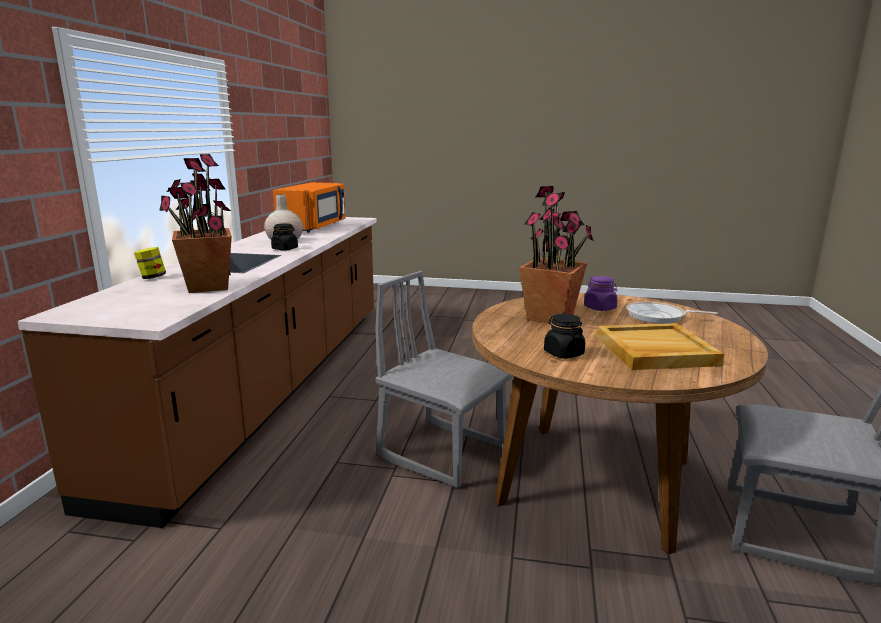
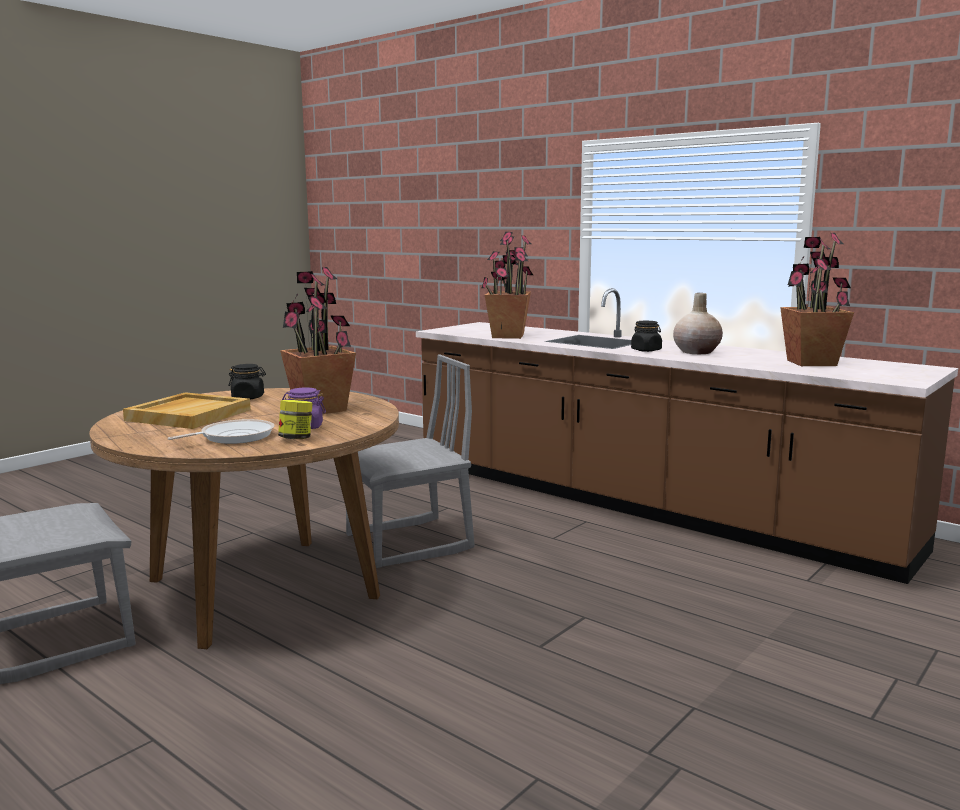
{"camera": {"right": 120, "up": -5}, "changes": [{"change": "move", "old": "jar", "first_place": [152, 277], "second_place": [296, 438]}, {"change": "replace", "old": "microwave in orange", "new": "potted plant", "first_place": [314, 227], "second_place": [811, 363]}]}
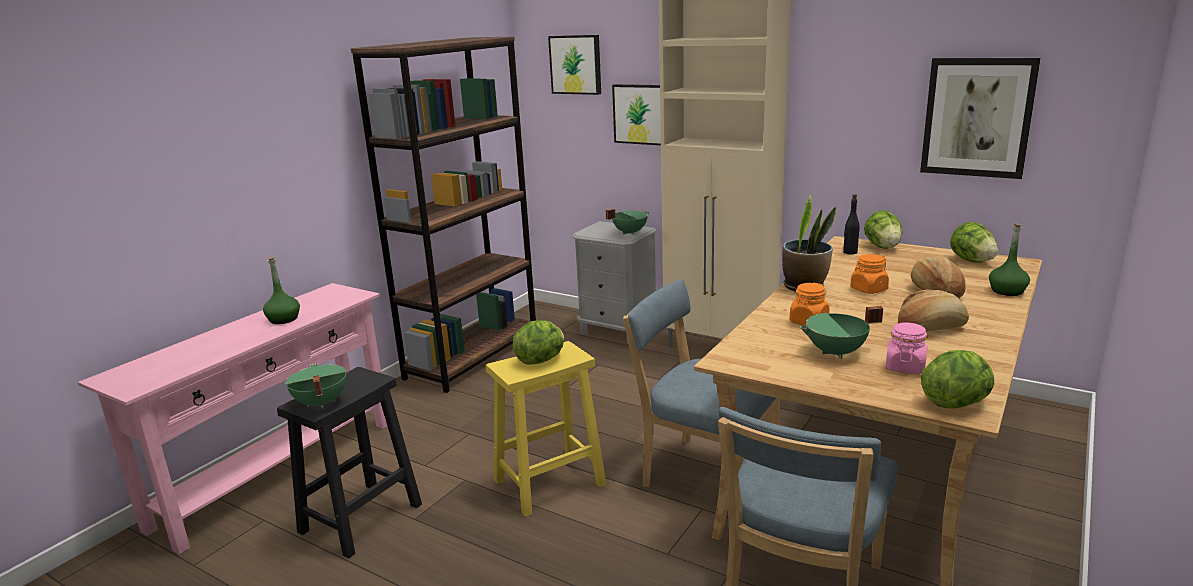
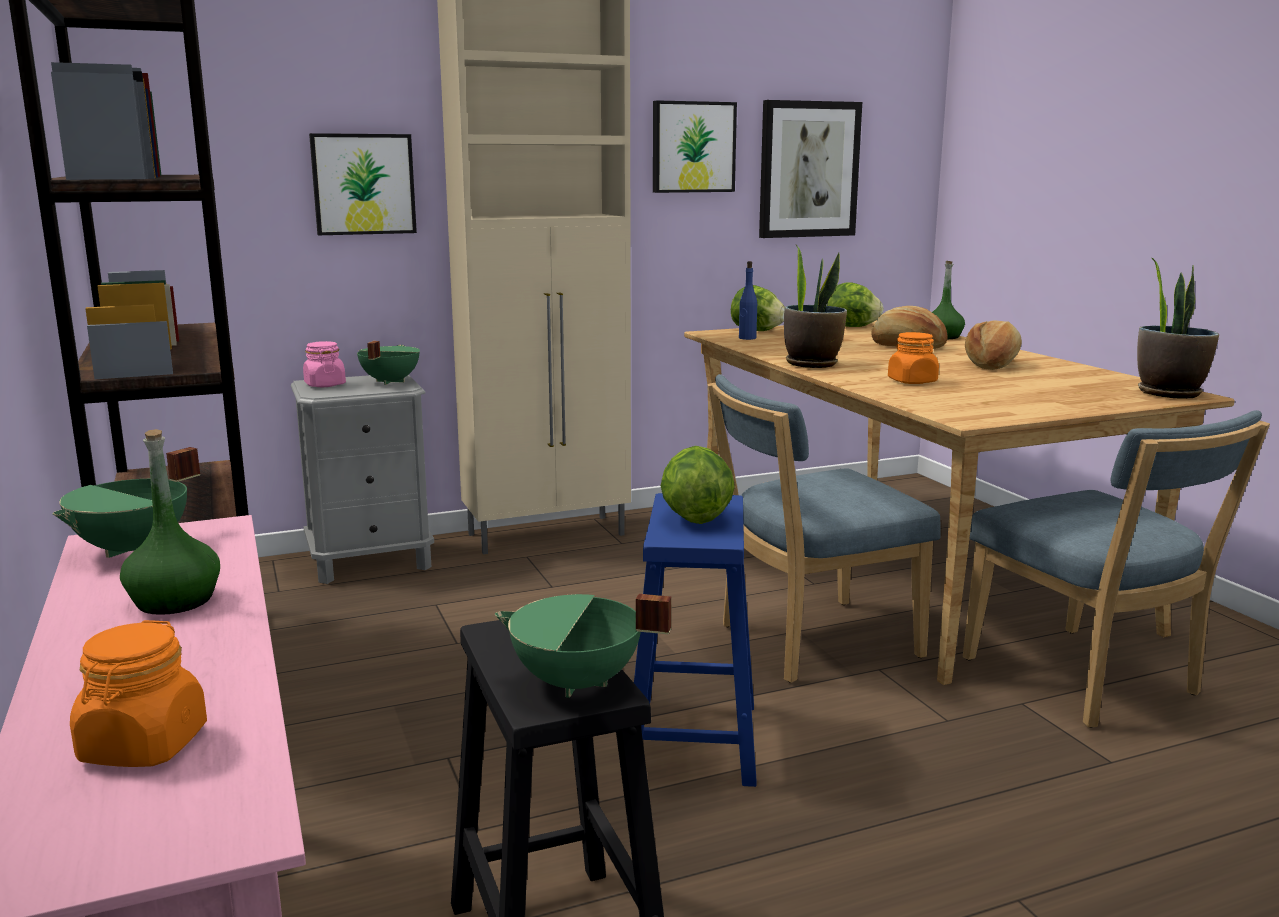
{"camera": {"right": -55, "up": -5}, "changes": [{"change": "move", "old": "picture", "first_place": [576, 64], "second_place": [692, 147]}, {"change": "move", "old": "cooking pot in green", "first_place": [836, 353], "second_place": [134, 549]}, {"change": "move", "old": "jar in orange", "first_place": [868, 289], "second_place": [143, 746]}, {"change": "move", "old": "jar in pink", "first_place": [905, 367], "second_place": [325, 385]}, {"change": "replace", "old": "lettuce", "new": "potted plant", "first_place": [956, 403], "second_place": [1168, 393]}, {"change": "recolor", "old": "stool in yellow", "new": "stool in blue", "first_place": [551, 482], "second_place": [692, 738]}, {"change": "recolor", "old": "bottle in black", "new": "bottle in blue", "first_place": [850, 252], "second_place": [747, 338]}]}
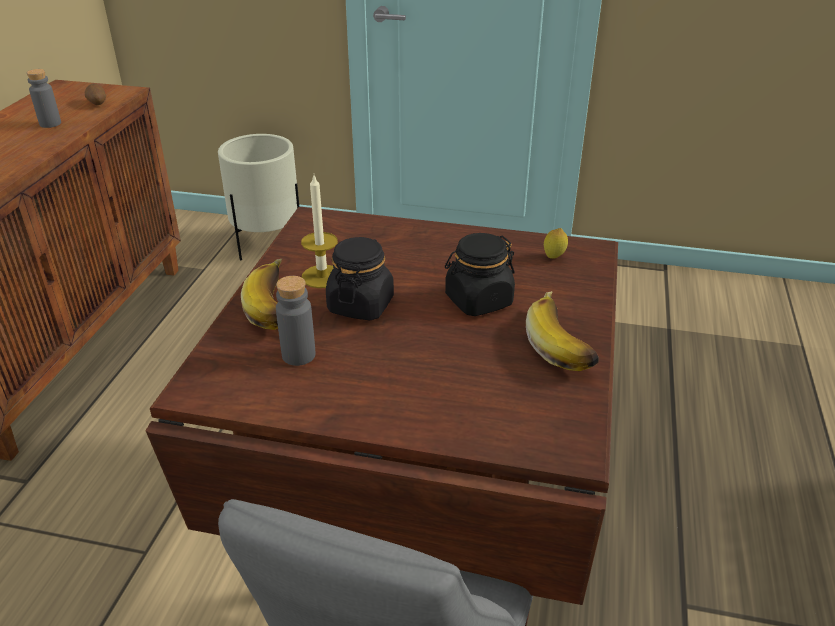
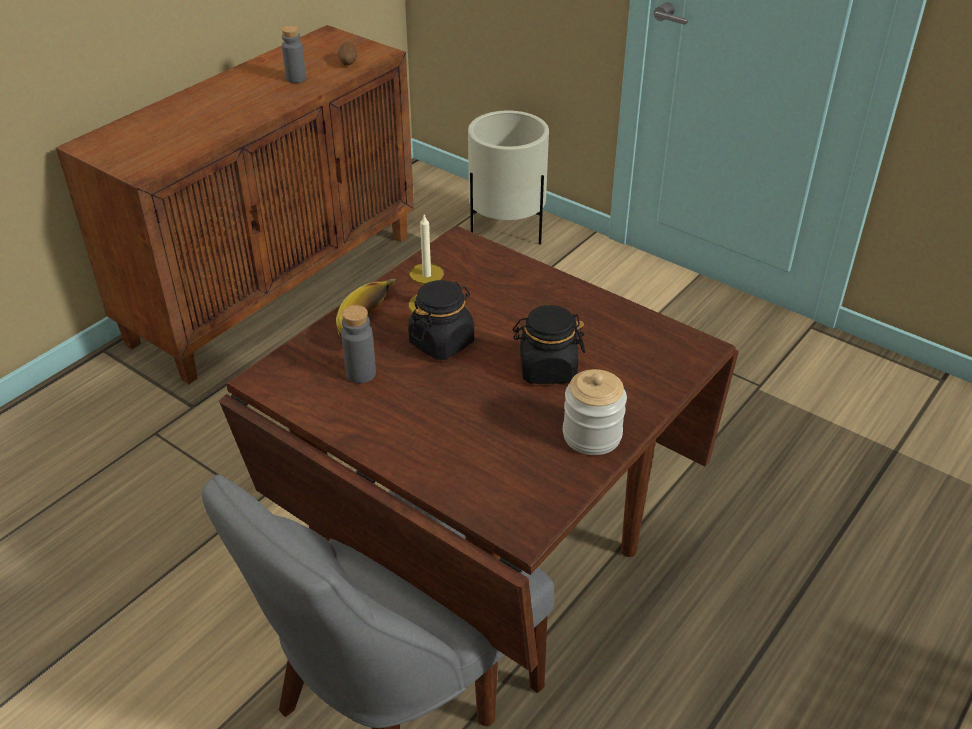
{"camera": {"right": 25, "up": 5}, "changes": [{"change": "delete", "old": "lemon", "first_place": [554, 257]}, {"change": "replace", "old": "banana", "new": "jar", "first_place": [564, 345], "second_place": [592, 435]}]}
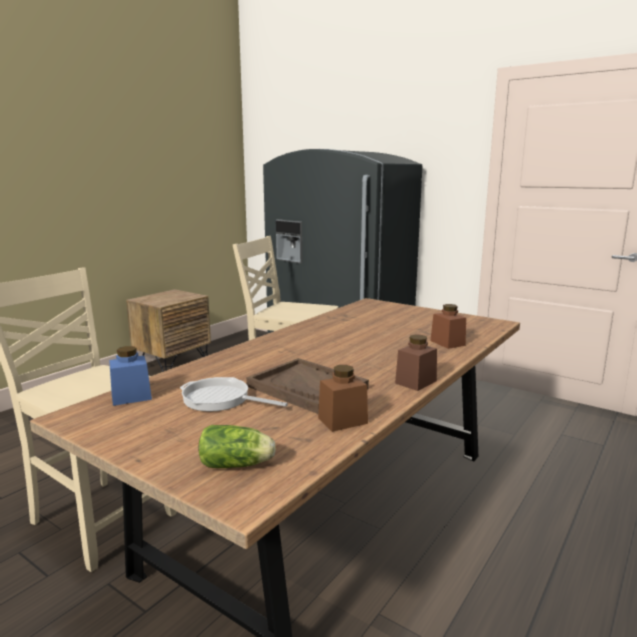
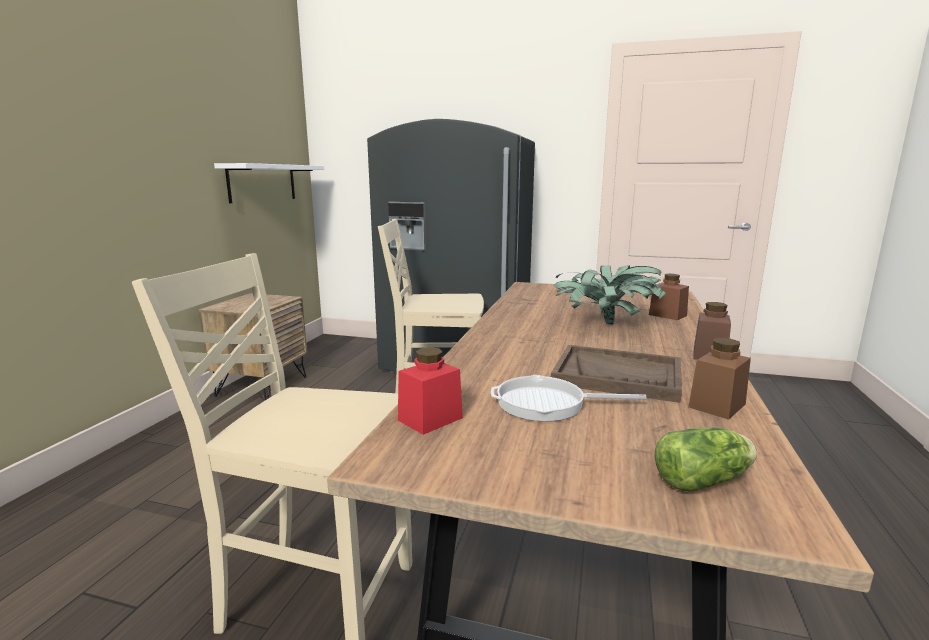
{"camera": {"right": -20, "up": 0}, "changes": [{"change": "insert", "new": "shelf in white", "second_place": [262, 183]}, {"change": "insert", "new": "potted plant", "second_place": [605, 325]}, {"change": "recolor", "old": "jar in blue", "new": "jar in red", "first_place": [131, 397], "second_place": [430, 419]}]}
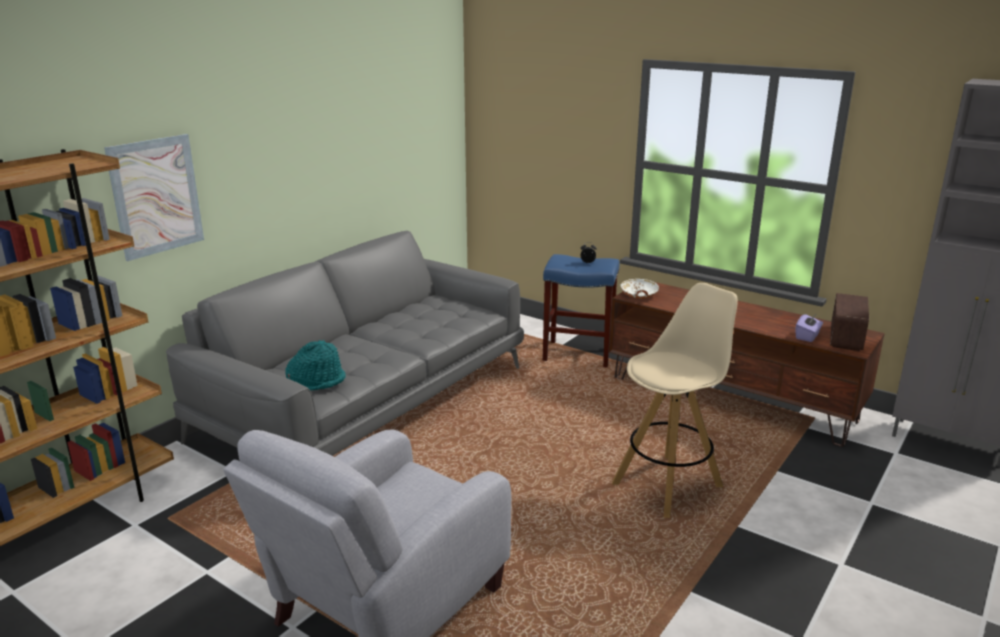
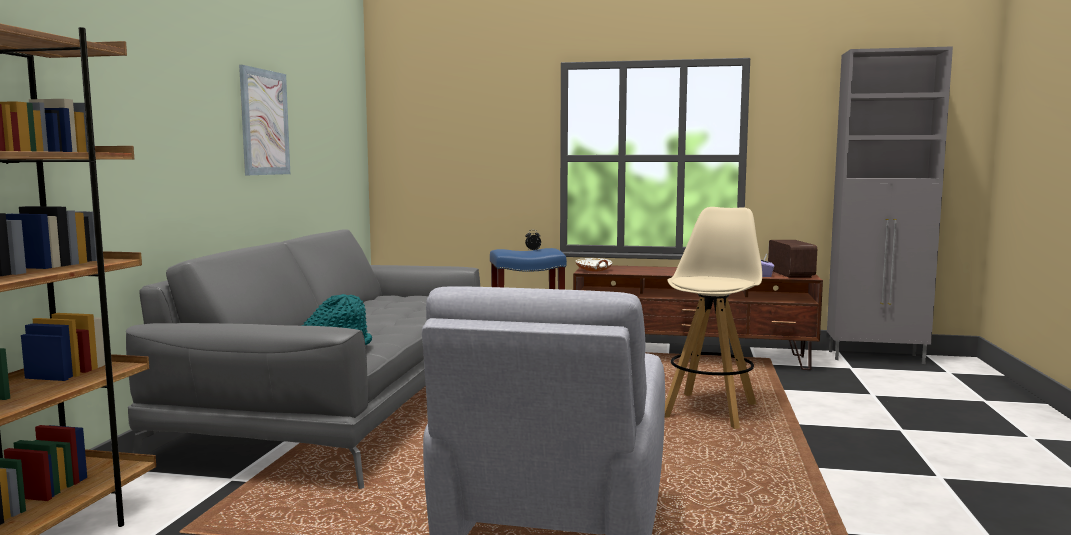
{"camera": {"right": -25, "up": -15}, "changes": [{"change": "move", "old": "picture", "first_place": [156, 196], "second_place": [264, 122]}]}
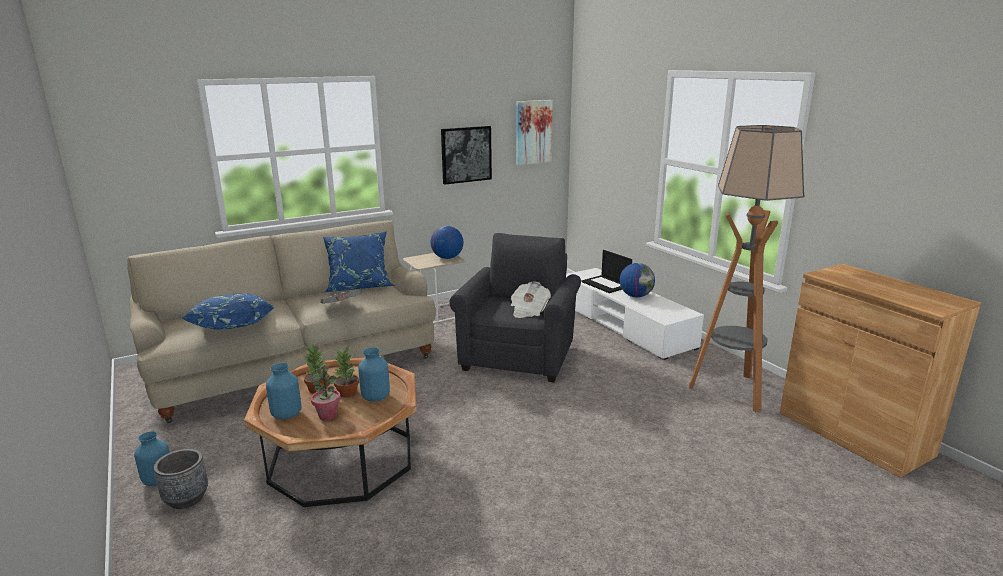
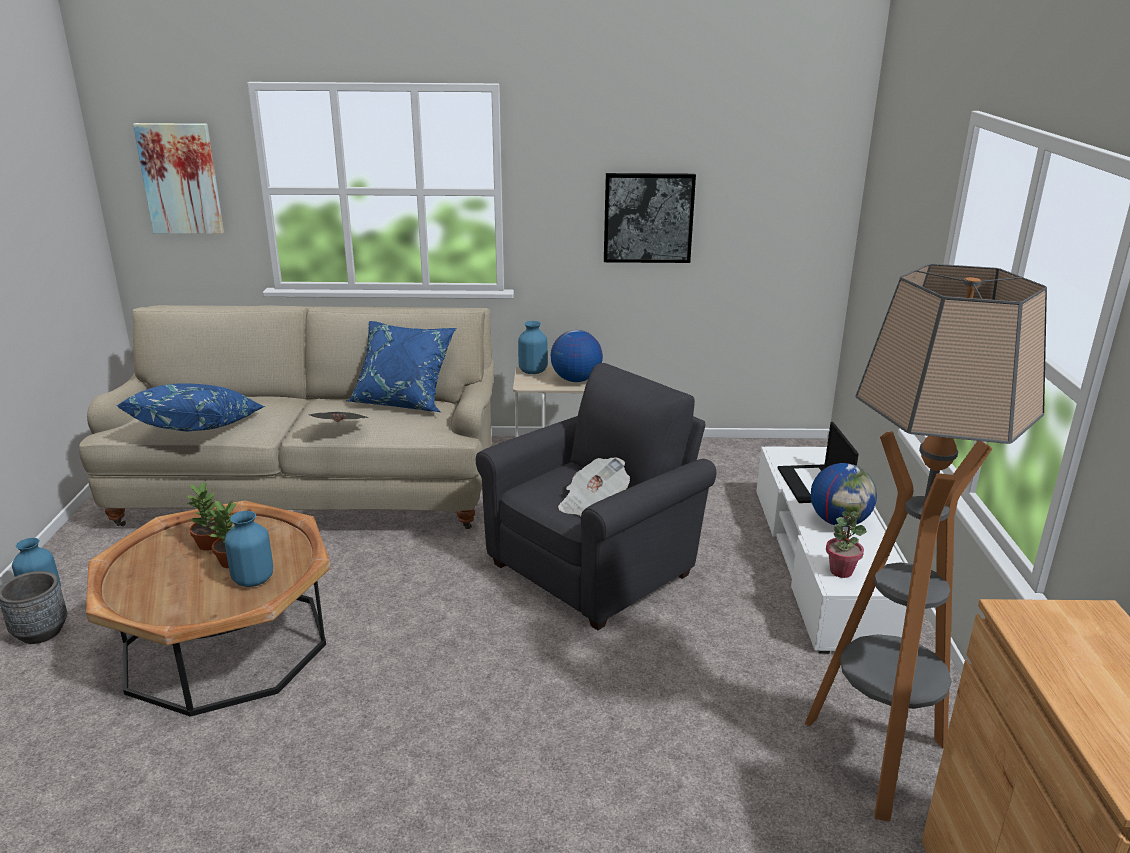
{"camera": {"right": 30, "up": 5}, "changes": [{"change": "move", "old": "vase in blue", "first_place": [287, 414], "second_place": [533, 371]}, {"change": "move", "old": "potted plant", "first_place": [328, 416], "second_place": [841, 571]}, {"change": "move", "old": "picture", "first_place": [533, 132], "second_place": [180, 179]}]}
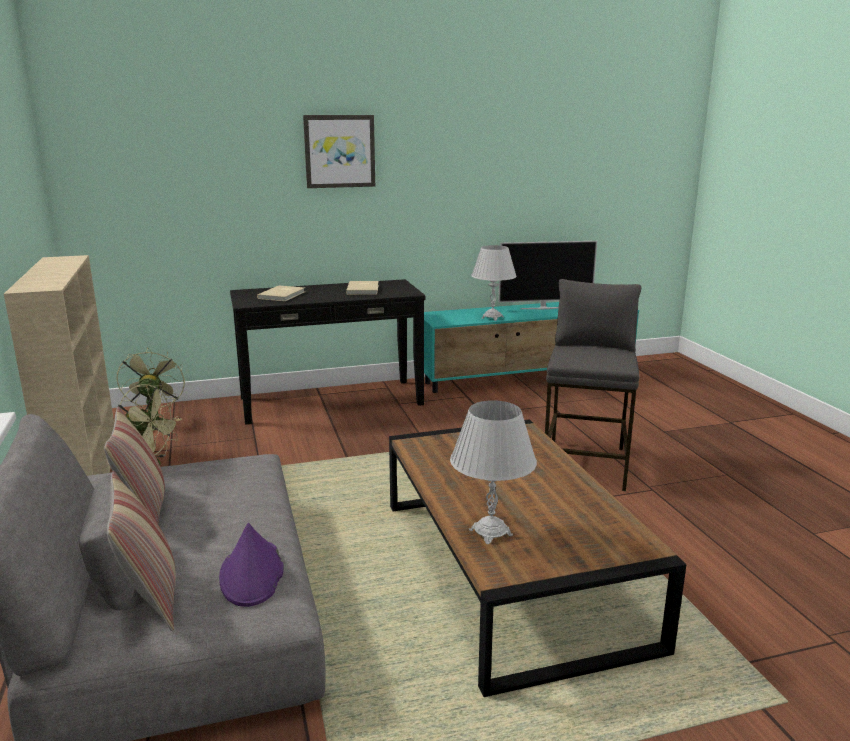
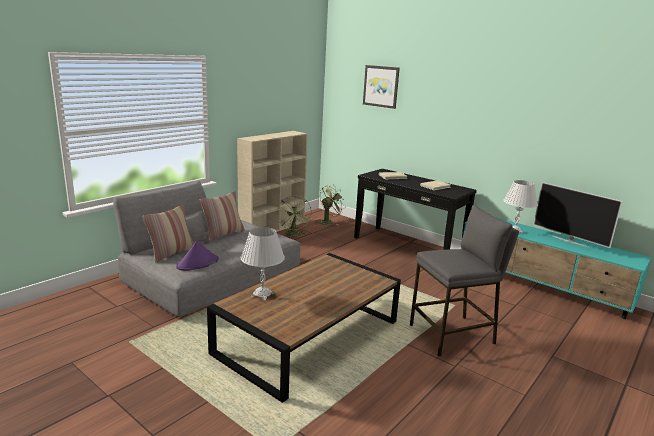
{"camera": {"right": 55, "up": 0}, "changes": [{"change": "move", "old": "picture", "first_place": [339, 151], "second_place": [381, 86]}]}
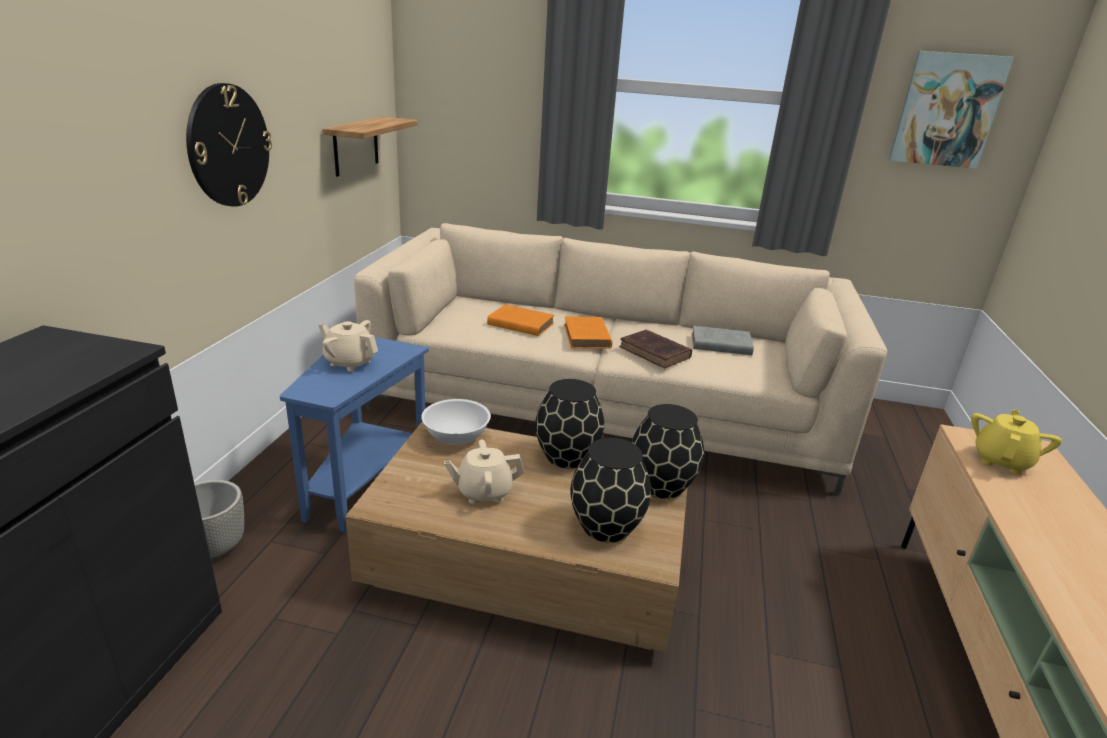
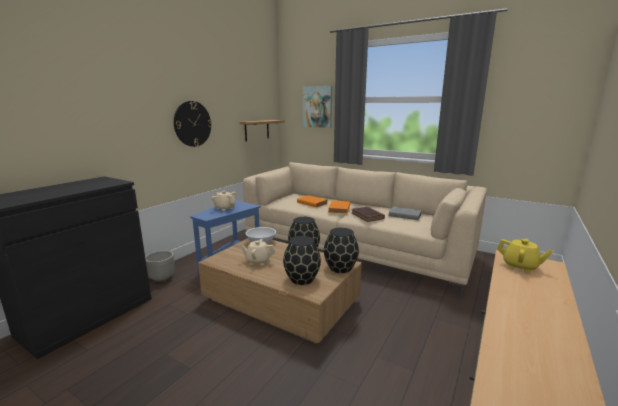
{"camera": {"right": 20, "up": -10}, "changes": [{"change": "move", "old": "picture", "first_place": [947, 110], "second_place": [317, 107]}, {"change": "rotate", "old": "teapot in yellow", "first_place": [1001, 461], "second_place": [520, 266], "degrees": 75}]}
